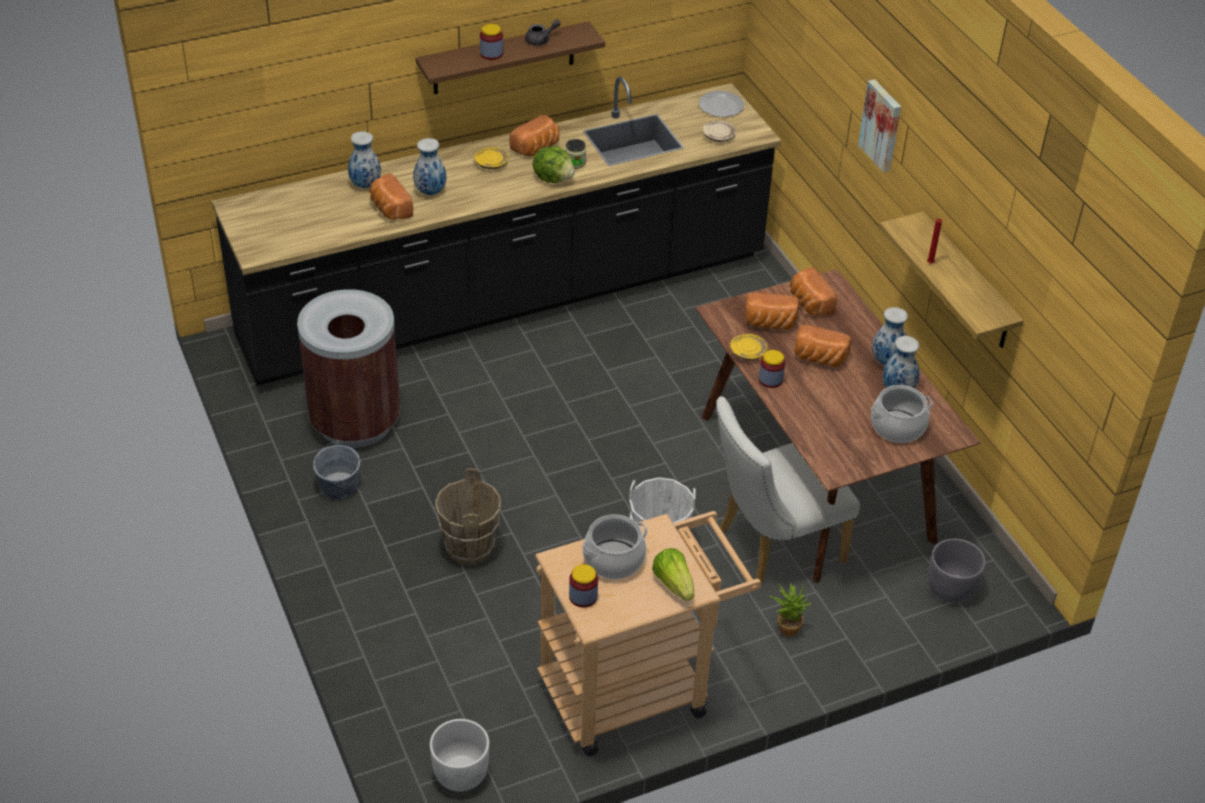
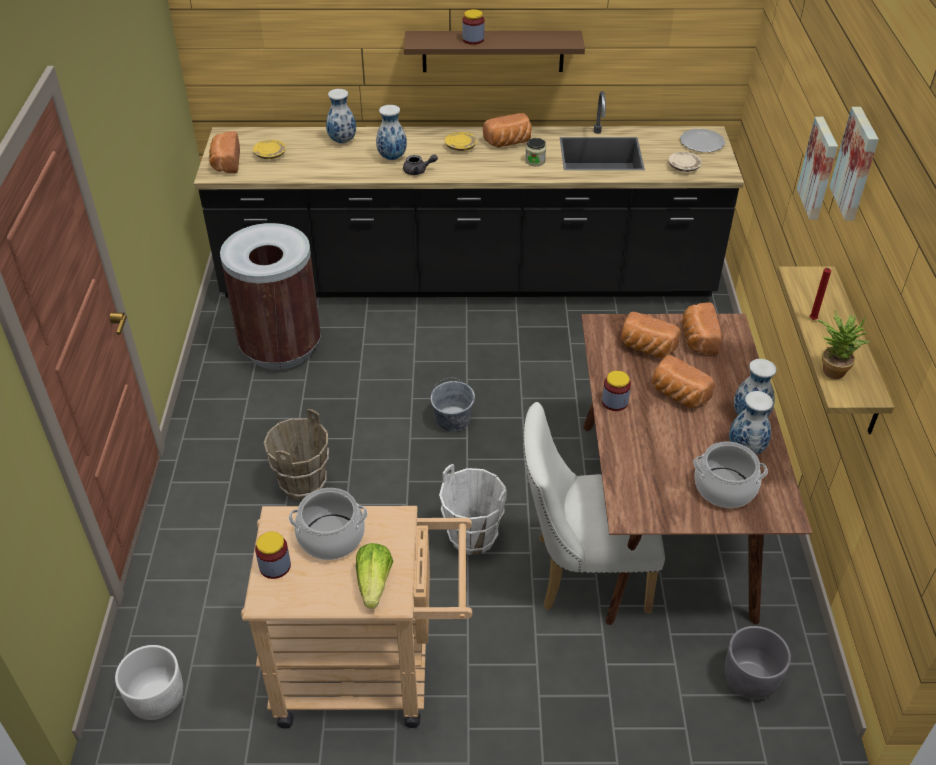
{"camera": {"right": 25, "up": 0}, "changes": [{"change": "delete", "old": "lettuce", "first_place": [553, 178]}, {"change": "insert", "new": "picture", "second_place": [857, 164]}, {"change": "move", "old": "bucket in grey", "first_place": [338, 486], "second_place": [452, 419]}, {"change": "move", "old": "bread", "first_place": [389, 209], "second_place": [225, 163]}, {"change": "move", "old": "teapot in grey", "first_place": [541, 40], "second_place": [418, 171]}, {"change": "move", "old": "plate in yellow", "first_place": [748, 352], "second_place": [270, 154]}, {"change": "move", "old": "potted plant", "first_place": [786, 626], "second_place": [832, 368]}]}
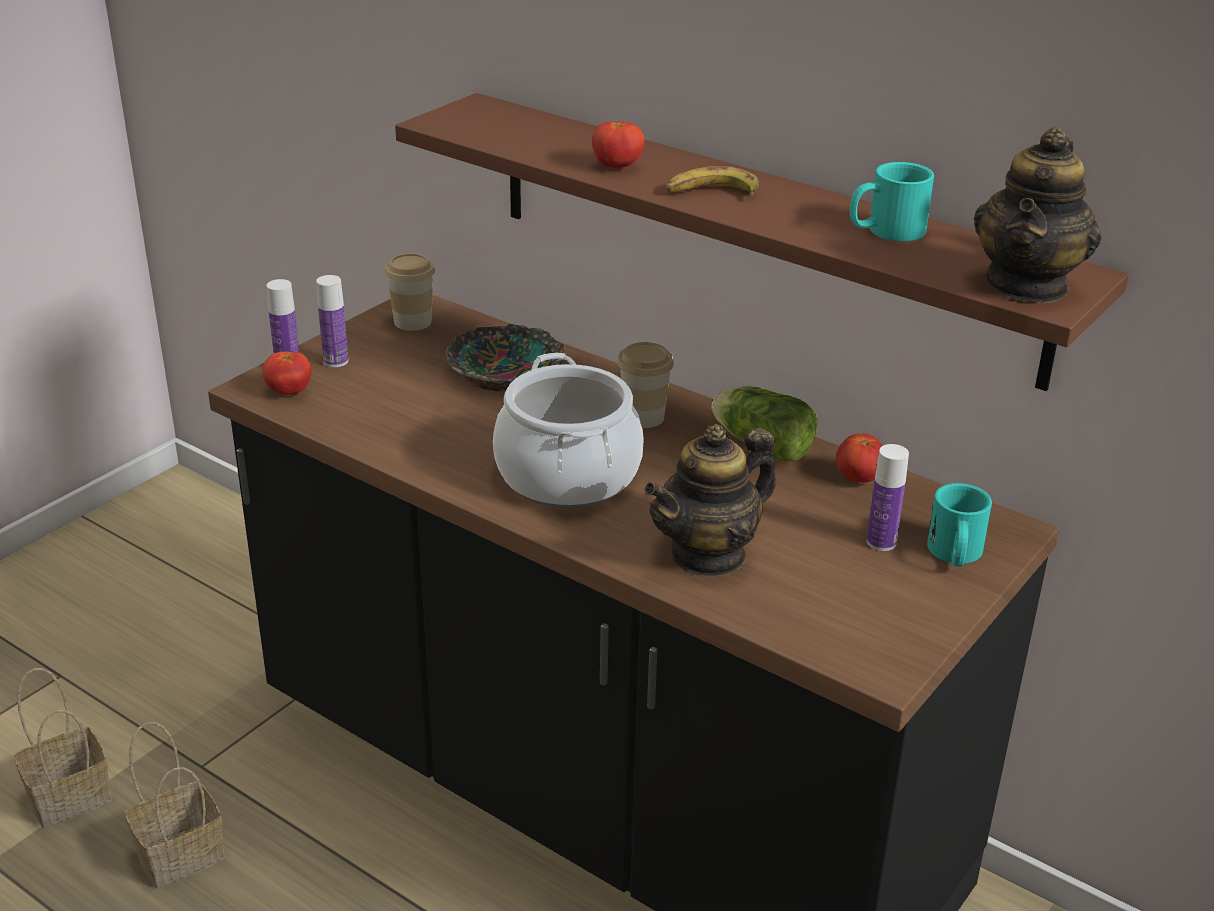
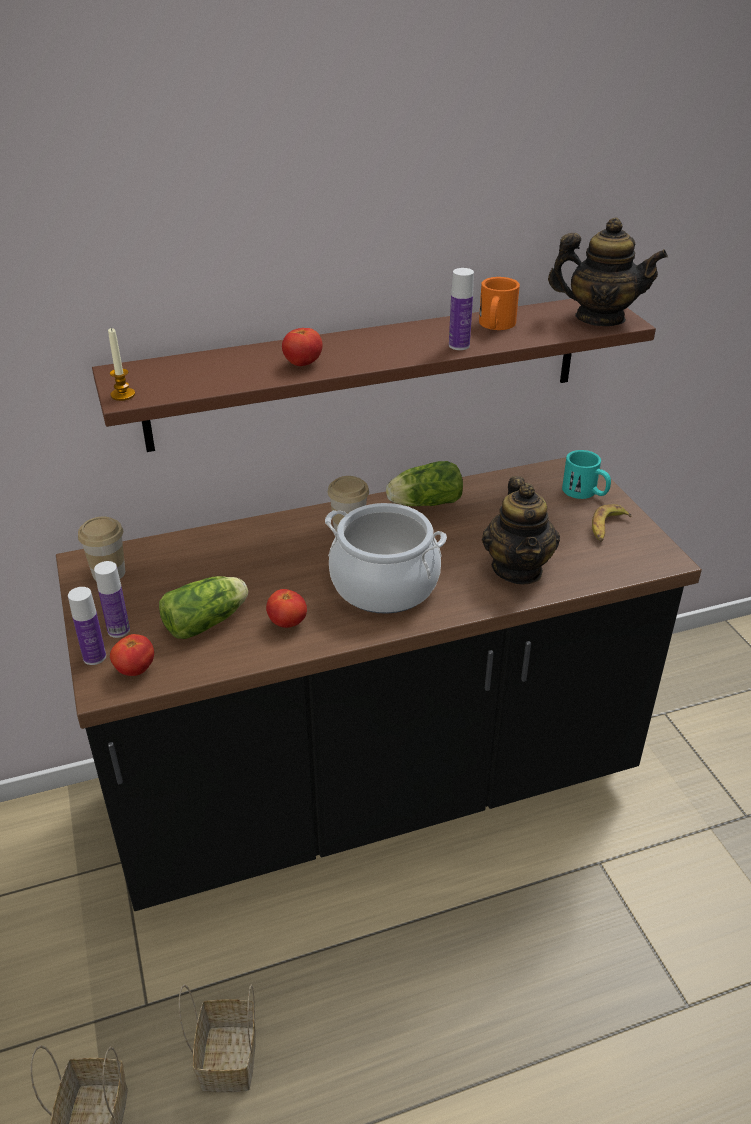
{"camera": {"right": -55, "up": 5}, "changes": [{"change": "delete", "old": "bowl", "first_place": [508, 370]}, {"change": "insert", "new": "candle", "second_place": [123, 395]}, {"change": "insert", "new": "lettuce", "second_place": [208, 621]}, {"change": "move", "old": "banana", "first_place": [711, 193], "second_place": [607, 528]}, {"change": "move", "old": "tomato", "first_place": [858, 478], "second_place": [287, 623]}, {"change": "move", "old": "bottle", "first_place": [881, 542], "second_place": [459, 345]}, {"change": "recolor", "old": "mug in turquoise", "new": "mug in orange", "first_place": [885, 231], "second_place": [495, 326]}, {"change": "rotate", "old": "teapot", "first_place": [1028, 285], "second_place": [599, 318], "degrees": -45}]}
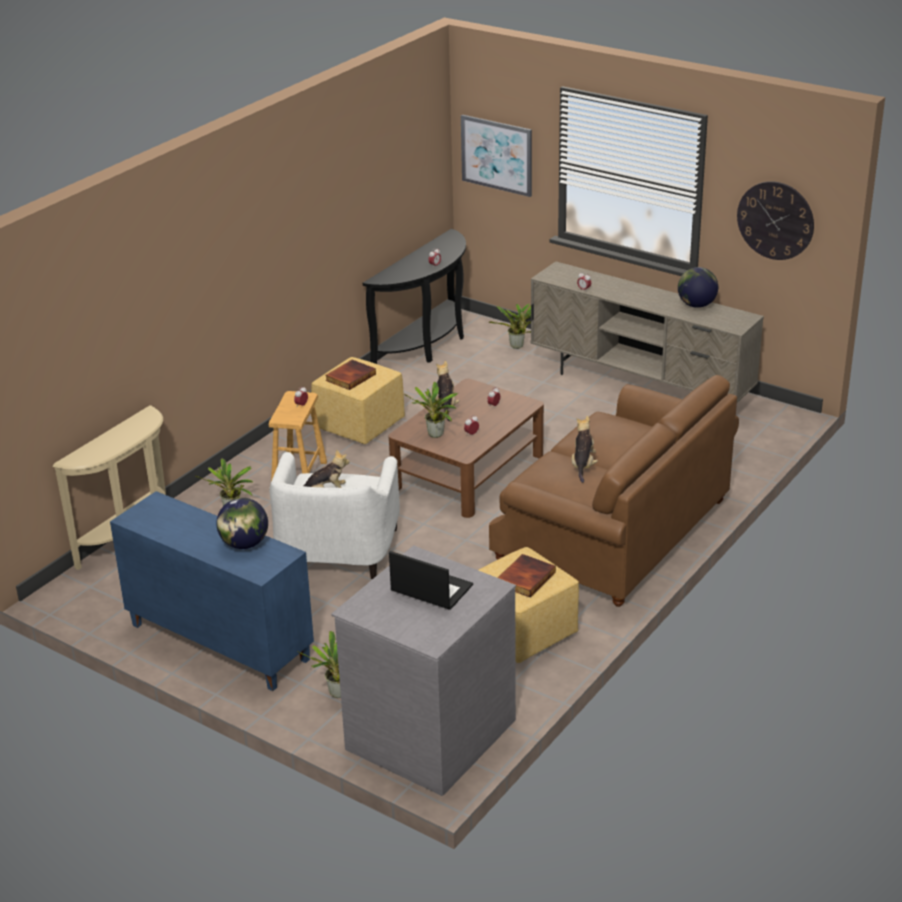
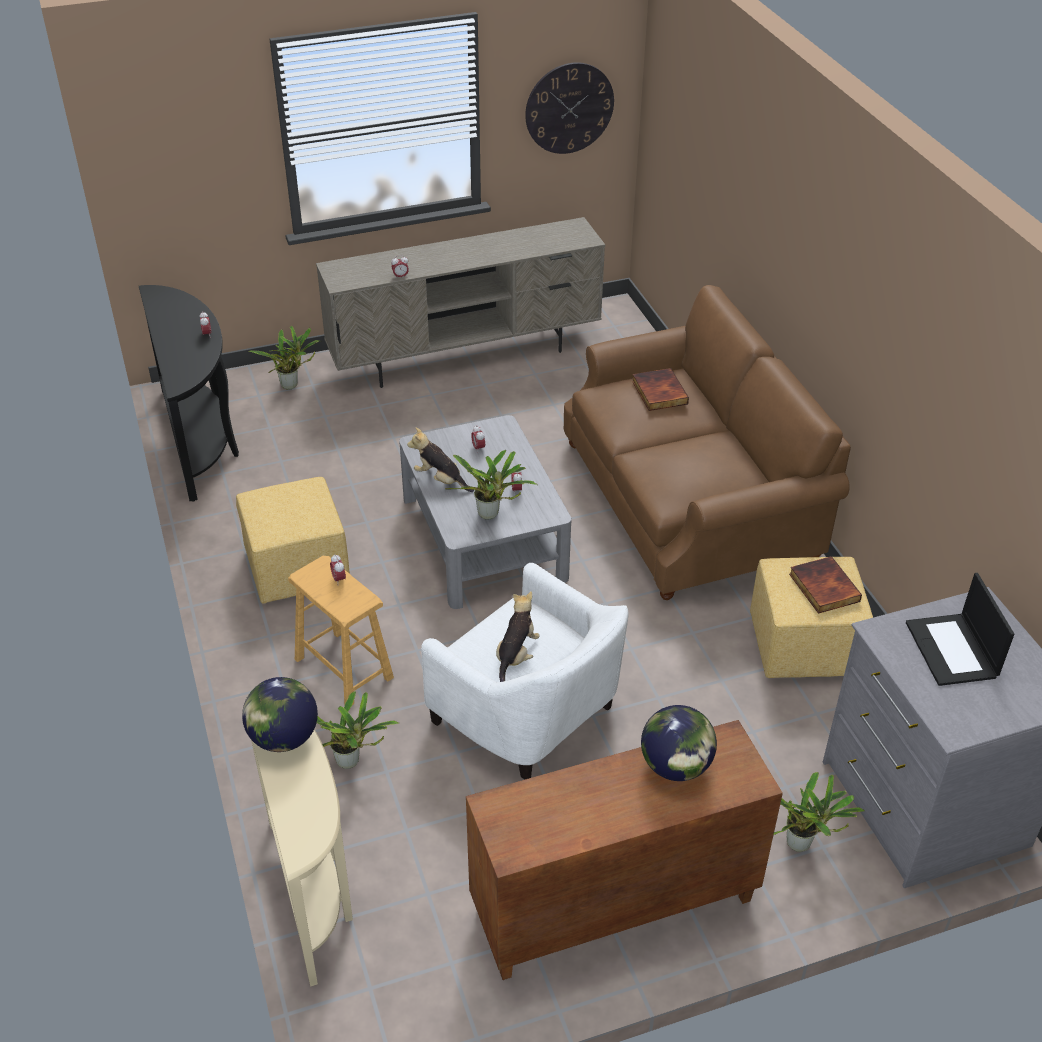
{"camera": {"right": -55, "up": 10}, "changes": [{"change": "delete", "old": "picture", "first_place": [497, 155]}, {"change": "delete", "old": "plush toy", "first_place": [583, 465]}, {"change": "move", "old": "book", "first_place": [350, 377], "second_place": [658, 392]}, {"change": "move", "old": "globe", "first_place": [696, 305], "second_place": [283, 738]}, {"change": "recolor", "old": "cabinet in blue", "new": "cabinet in brown", "first_place": [218, 642], "second_place": [613, 908]}, {"change": "recolor", "old": "coffee table in brown", "new": "coffee table in grey", "first_place": [468, 472], "second_place": [484, 537]}, {"change": "rotate", "old": "laptop", "first_place": [430, 588], "second_place": [952, 650], "degrees": -75}]}
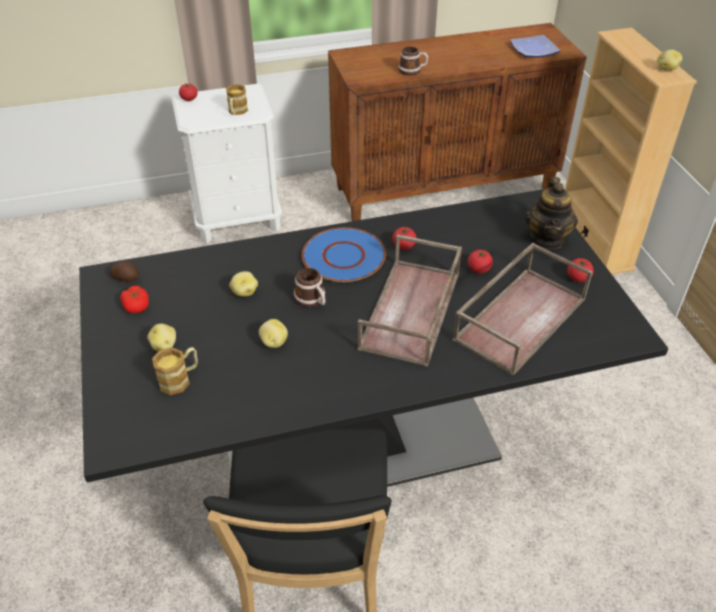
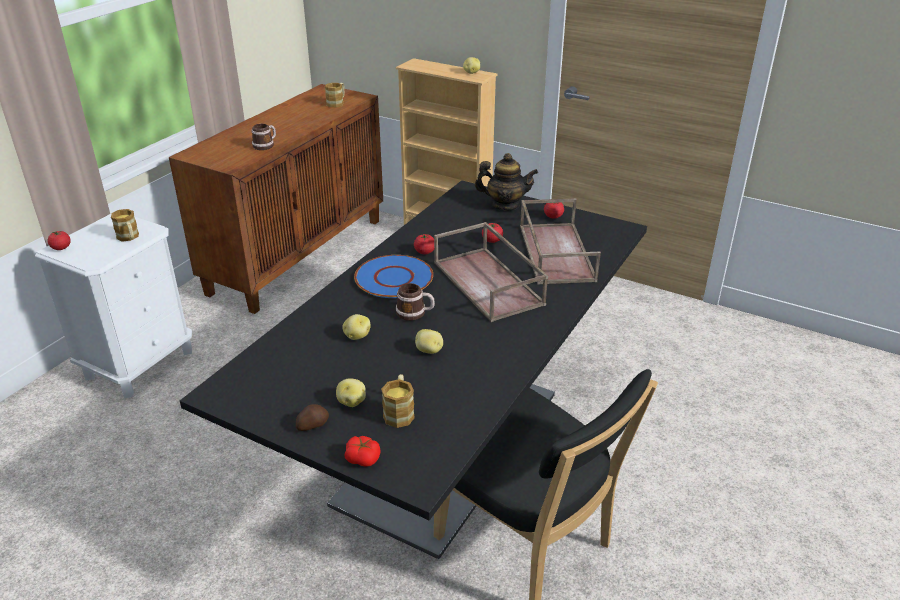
{"camera": {"right": -45, "up": -10}, "changes": [{"change": "move", "old": "potato", "first_place": [126, 277], "second_place": [312, 425]}, {"change": "move", "old": "tomato", "first_place": [136, 305], "second_place": [363, 458]}, {"change": "replace", "old": "plate", "new": "mug", "first_place": [535, 50], "second_place": [337, 103]}, {"change": "rotate", "old": "teapot", "first_place": [547, 239], "second_place": [505, 205], "degrees": -45}]}
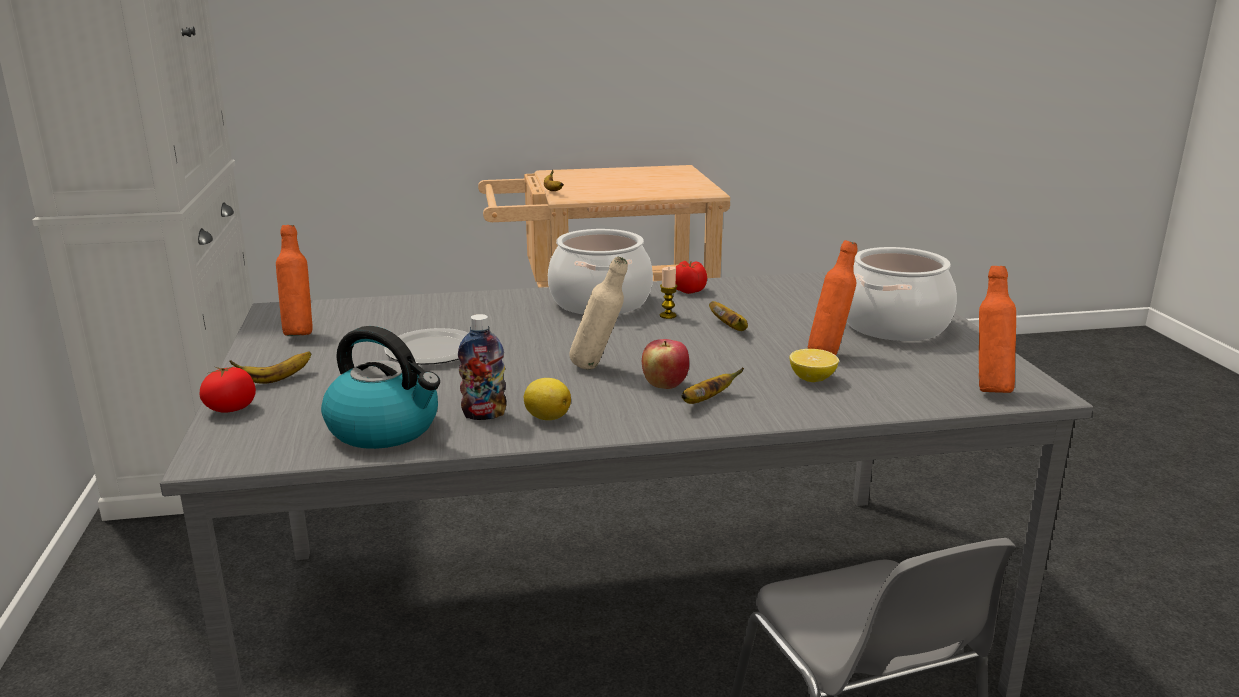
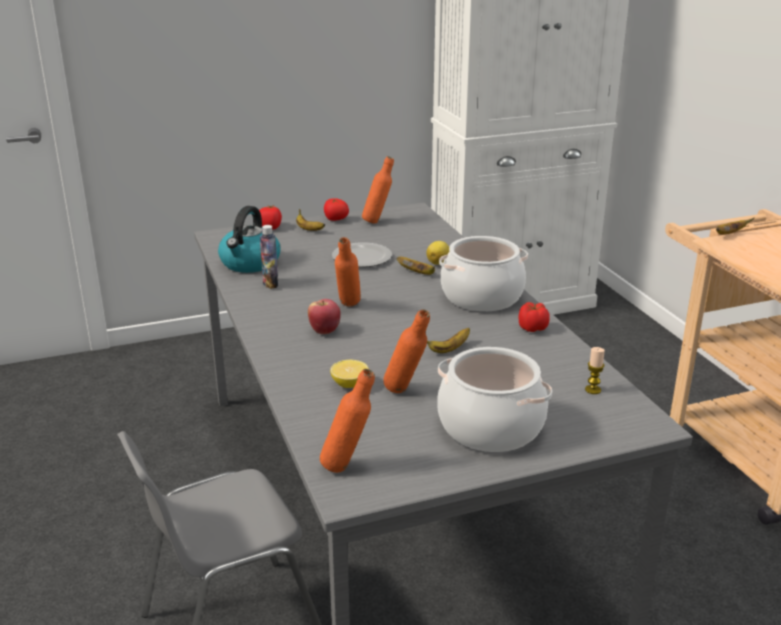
{"camera": {"right": 80, "up": 5}, "changes": [{"change": "insert", "new": "tomato", "second_place": [335, 219]}, {"change": "move", "old": "lemon", "first_place": [546, 417], "second_place": [438, 263]}, {"change": "move", "old": "candle", "first_place": [668, 315], "second_place": [593, 390]}, {"change": "move", "old": "banana", "first_place": [706, 400], "second_place": [418, 273]}, {"change": "recolor", "old": "bottle in beige", "new": "bottle in orange", "first_place": [598, 368], "second_place": [348, 308]}]}
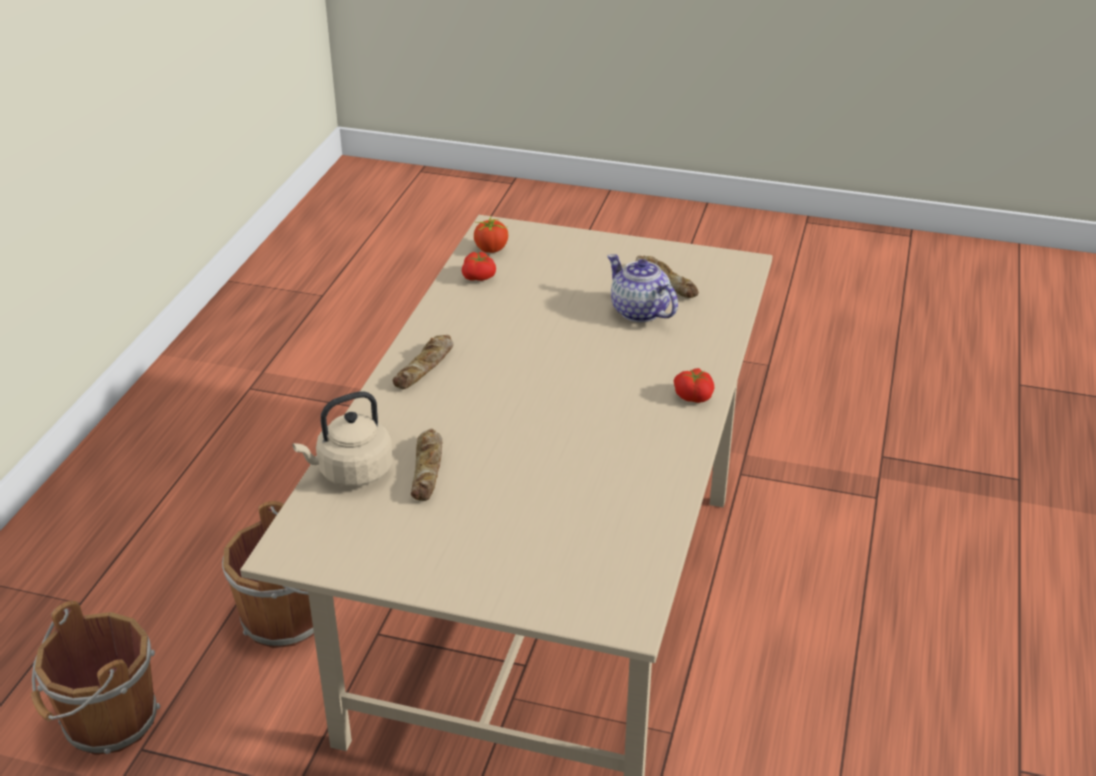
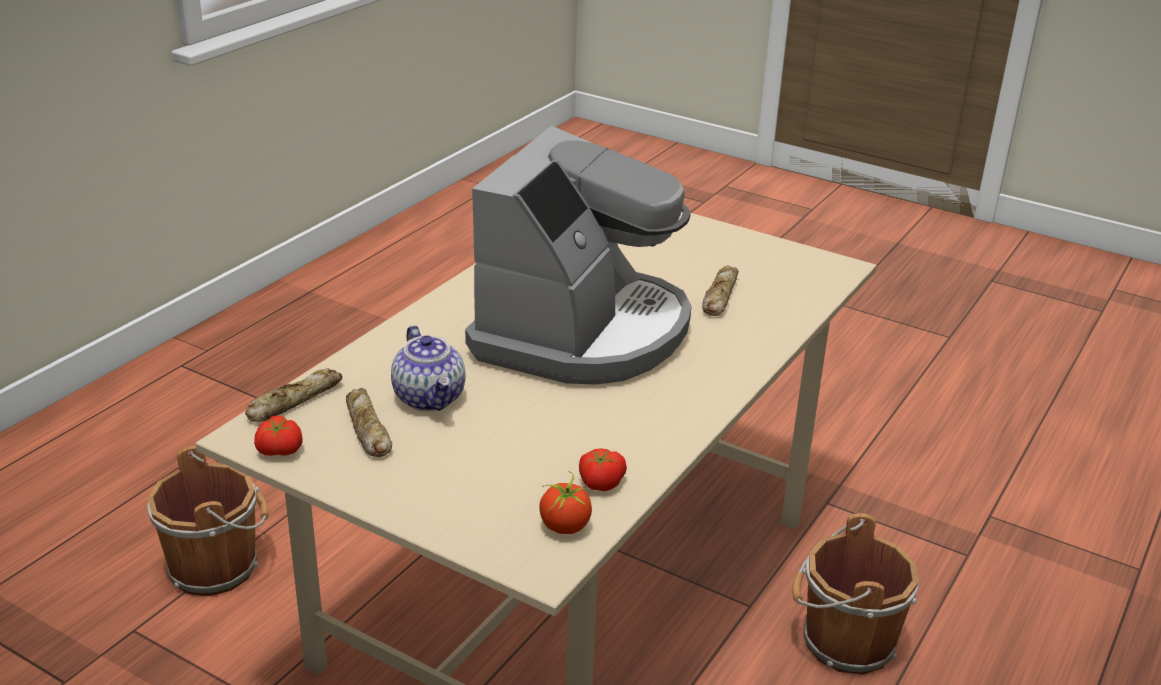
{"camera": {"right": -165, "up": -5}, "changes": [{"change": "delete", "old": "kettle in beige", "first_place": [351, 472]}, {"change": "insert", "new": "coffee machine", "second_place": [583, 332]}, {"change": "move", "old": "bucket in brown", "first_place": [107, 723], "second_place": [217, 566]}, {"change": "move", "old": "bread", "first_place": [425, 367], "second_place": [293, 401]}, {"change": "move", "old": "tomato", "first_place": [694, 396], "second_place": [278, 450]}]}
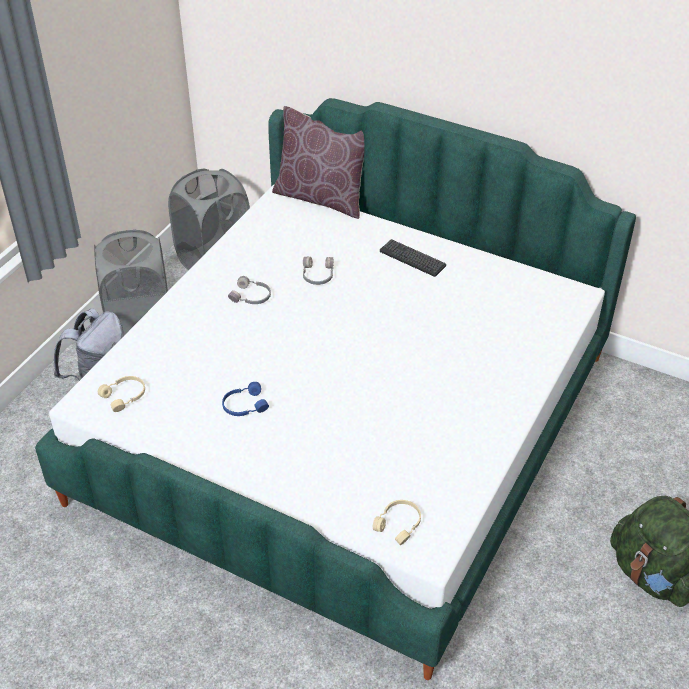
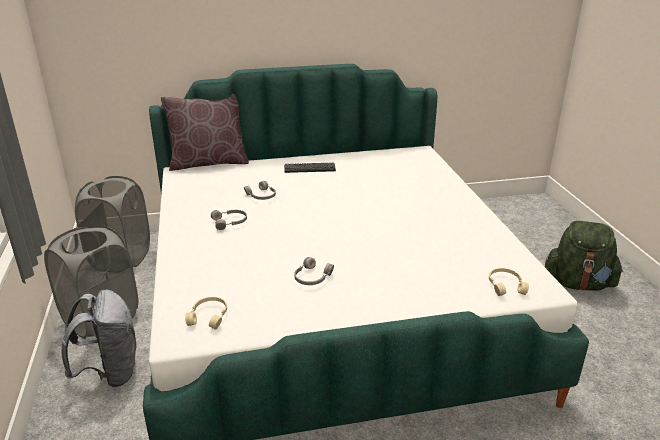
{"camera": {"right": -40, "up": -15}, "changes": [{"change": "recolor", "old": "headphones in blue", "new": "headphones in grey", "first_place": [244, 405], "second_place": [312, 277]}]}
